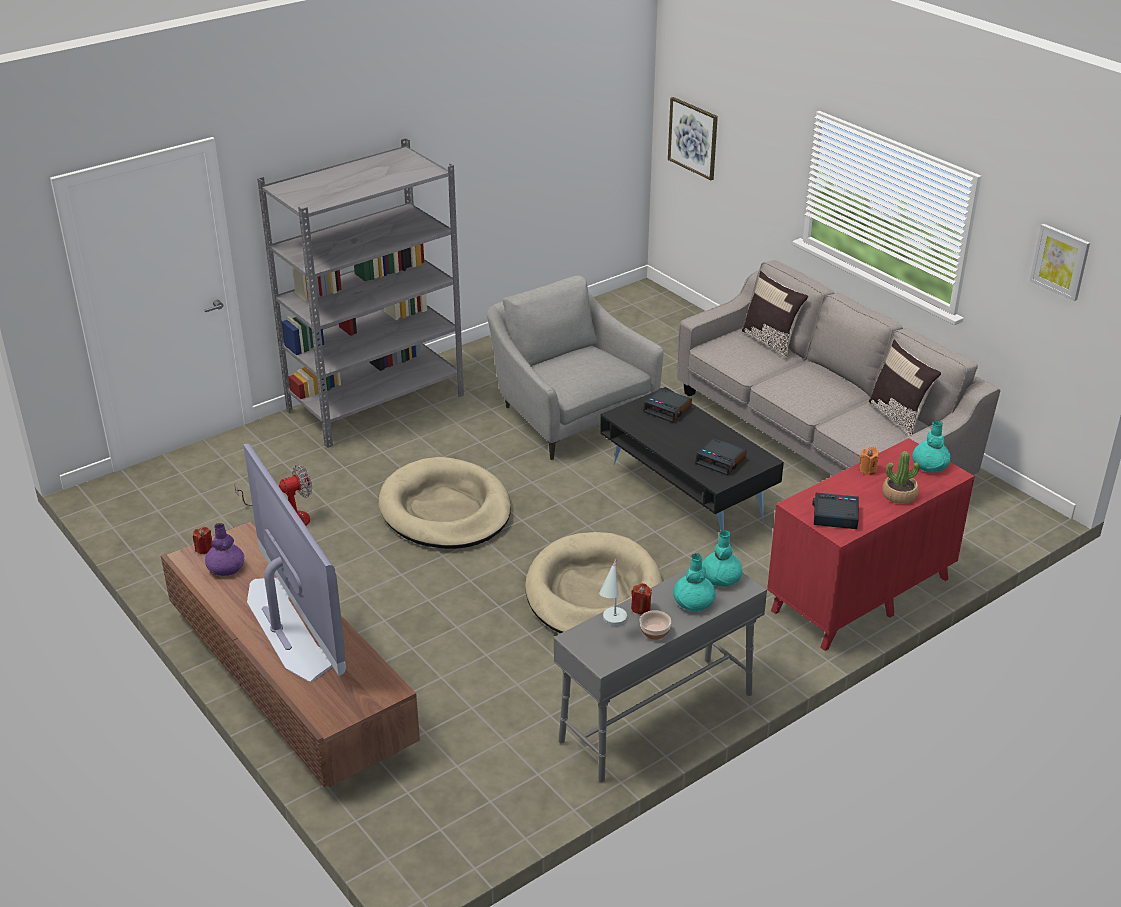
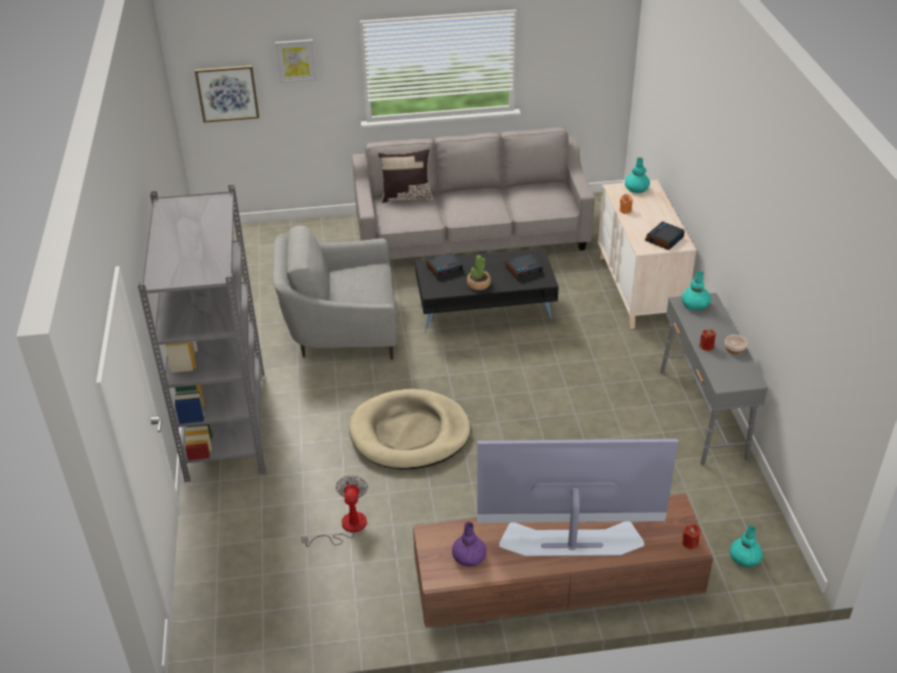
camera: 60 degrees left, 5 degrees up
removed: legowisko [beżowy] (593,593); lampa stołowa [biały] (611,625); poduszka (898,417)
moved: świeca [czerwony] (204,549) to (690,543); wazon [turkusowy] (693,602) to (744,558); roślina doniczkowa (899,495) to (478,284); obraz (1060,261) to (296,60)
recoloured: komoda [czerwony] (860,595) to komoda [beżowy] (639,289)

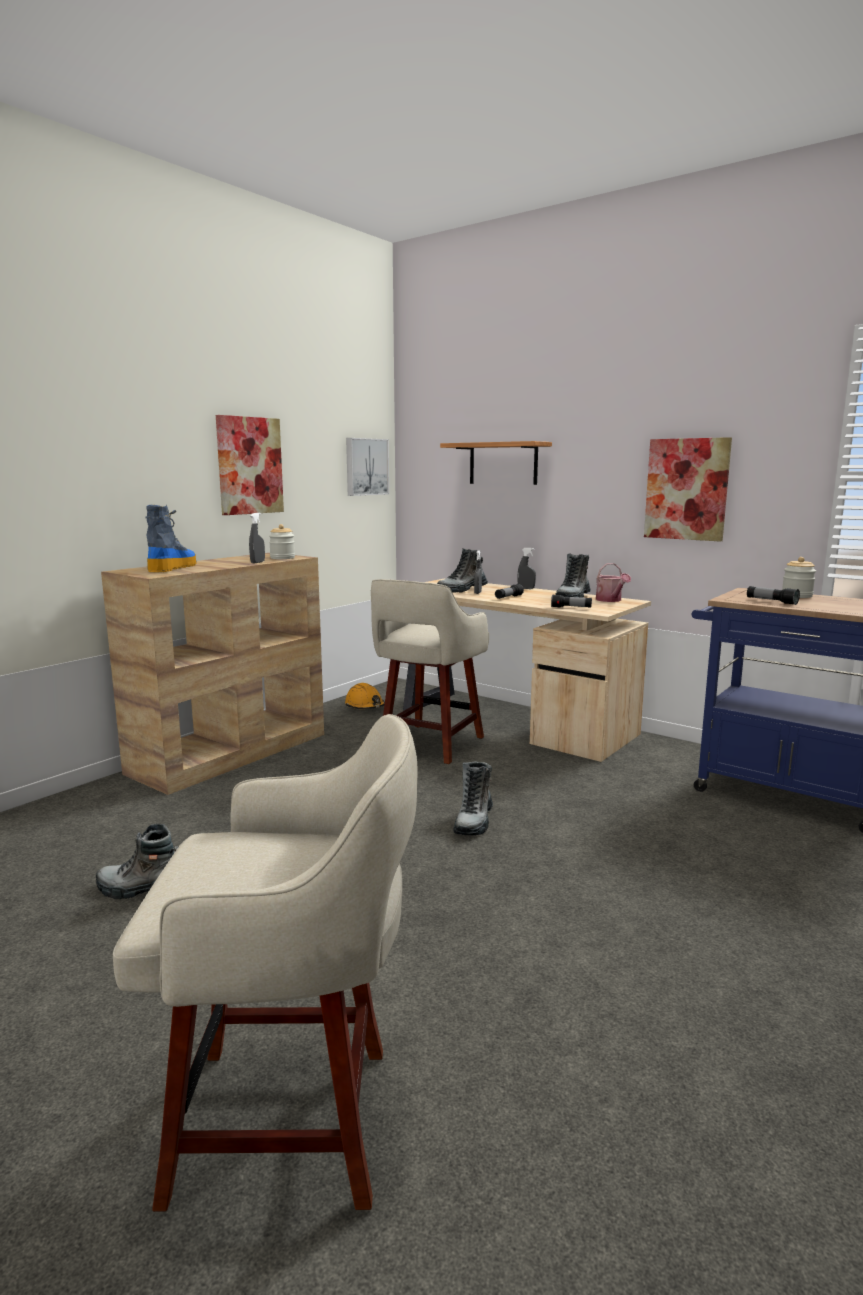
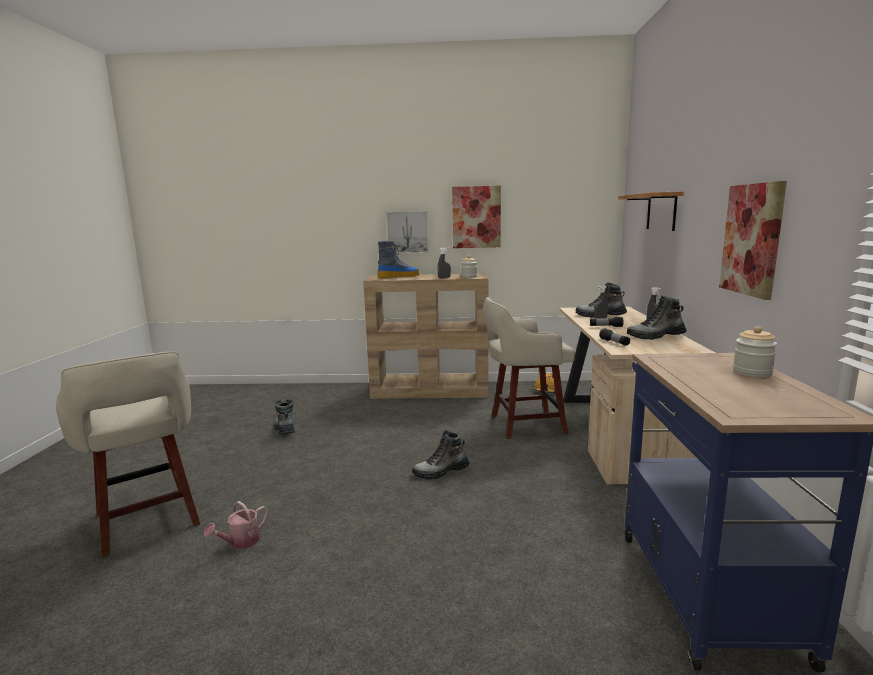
camera: 55 degrees right, 0 degrees up
removed: latarka (771,601)
moved: obraz (365,467) to (407,232); konewka (610,600) to (240,542)

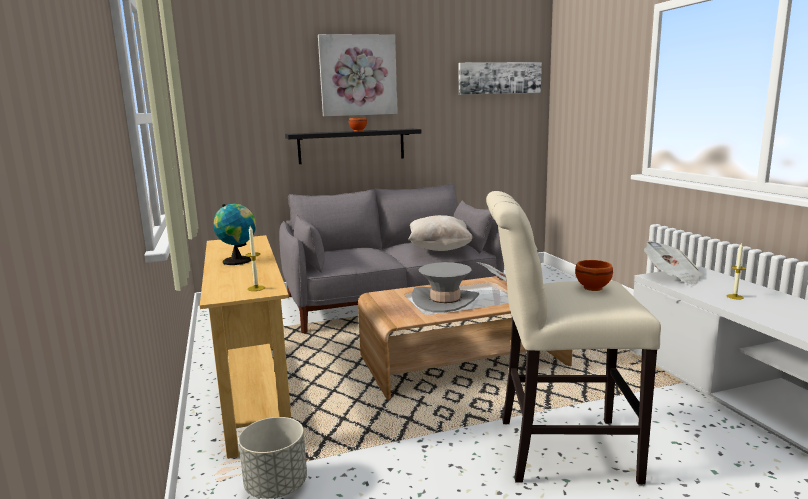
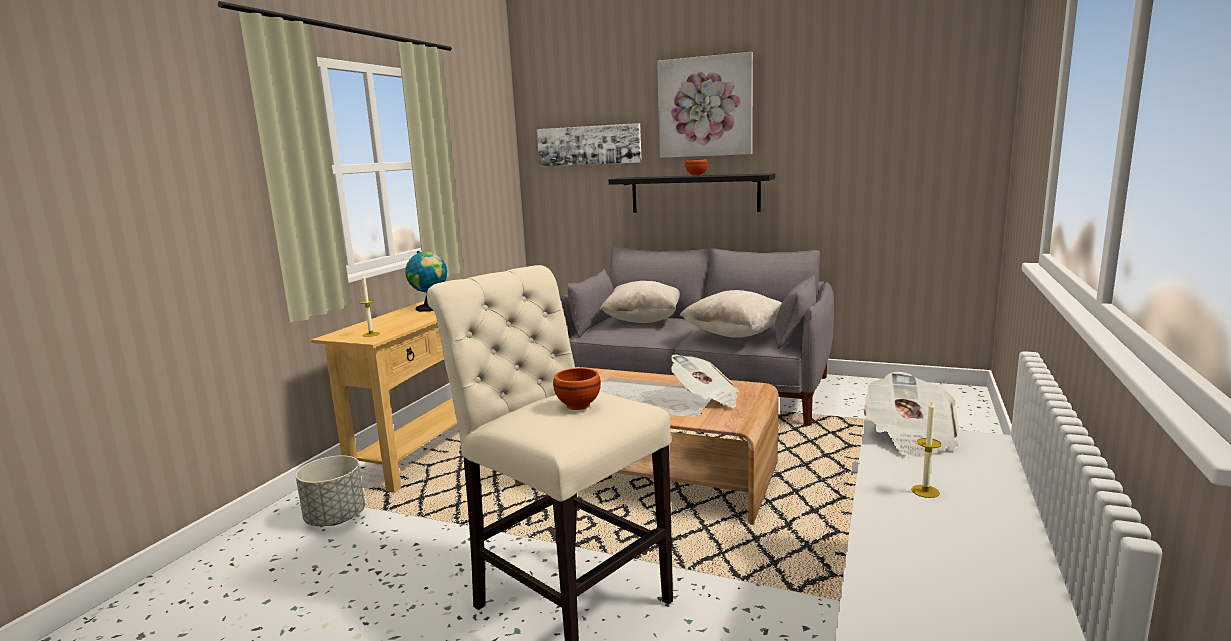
camera: 40 degrees right, 0 degrees up
removed: kapelusz [szary] (445,301)
added: poduszka [beżowy] (643,320)
moved: obraz (499,78) to (589,145)

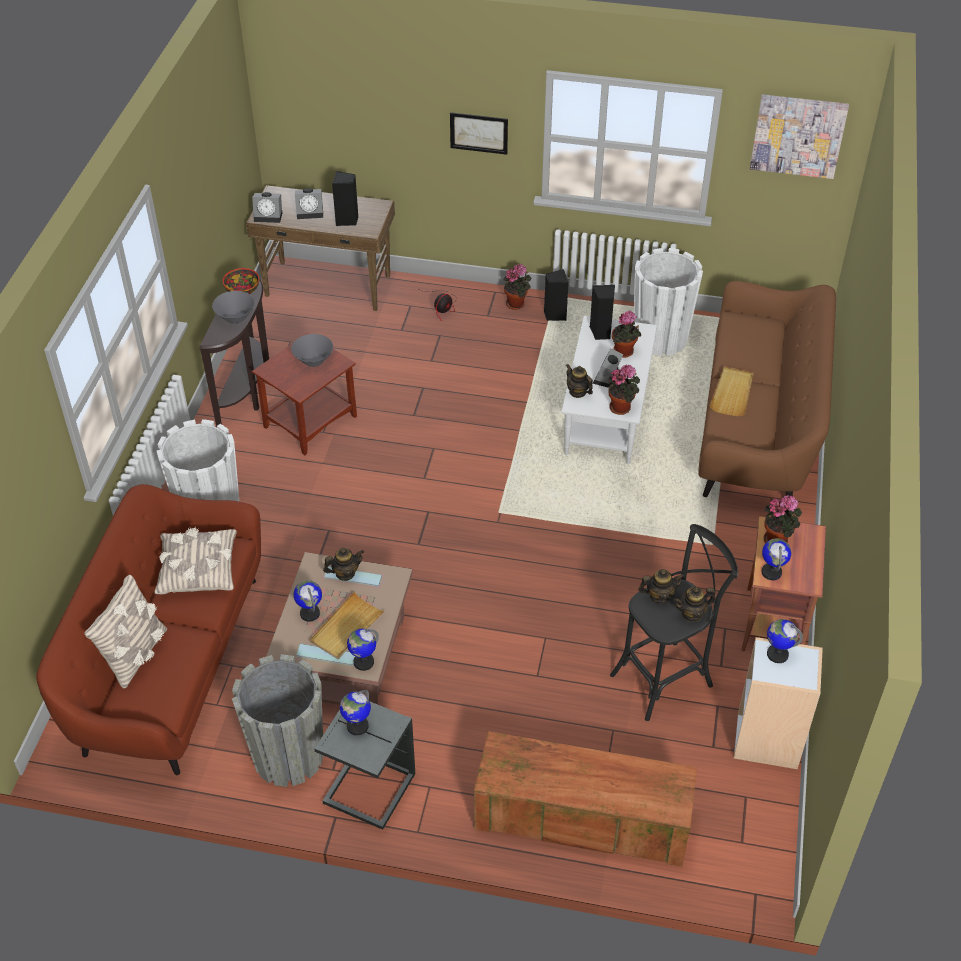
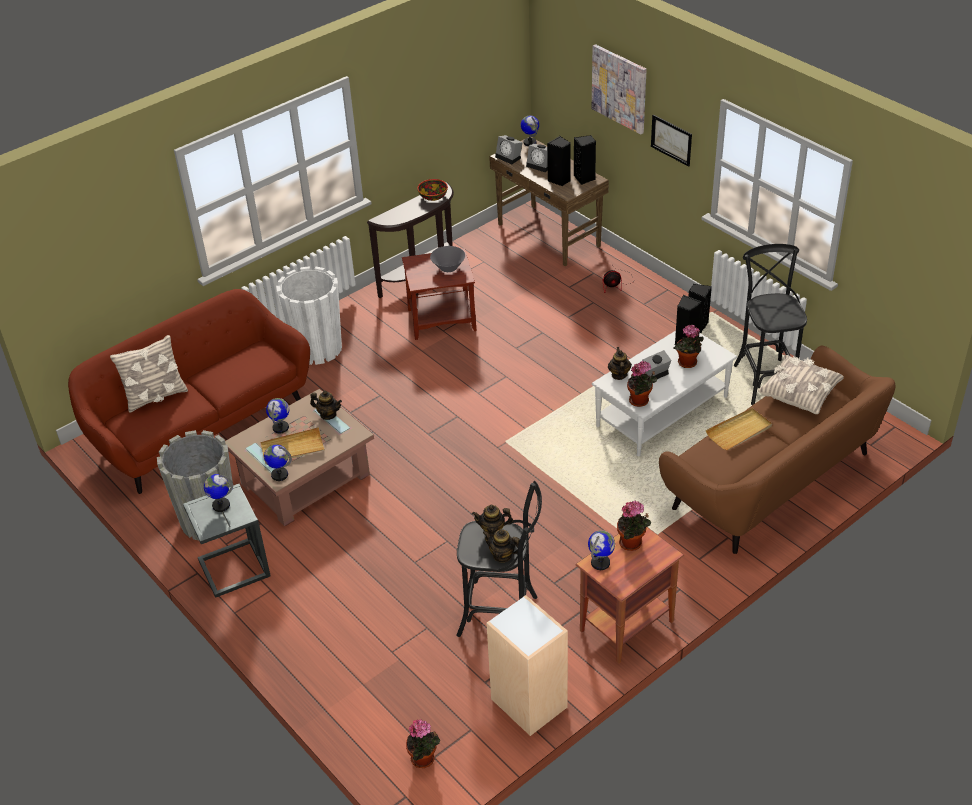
camera: 40 degrees right, 5 degrees down
removed: miska [szary] (235,317); ławka [brązowy] (580,819)
added: głośnik [czarny] (585,178)
moved: poduszka [beżowy] (198,572) to (799,394); roślina doniczkowa (517,304) to (425,759); obraz (798,135) to (619,88); globus (777,654) to (530,142)
replaced: donica [biały] (660,338) to stołek [czarny] (765,379)
turned: imbryk (659,596) = (493,531) 150 degrees clockwise

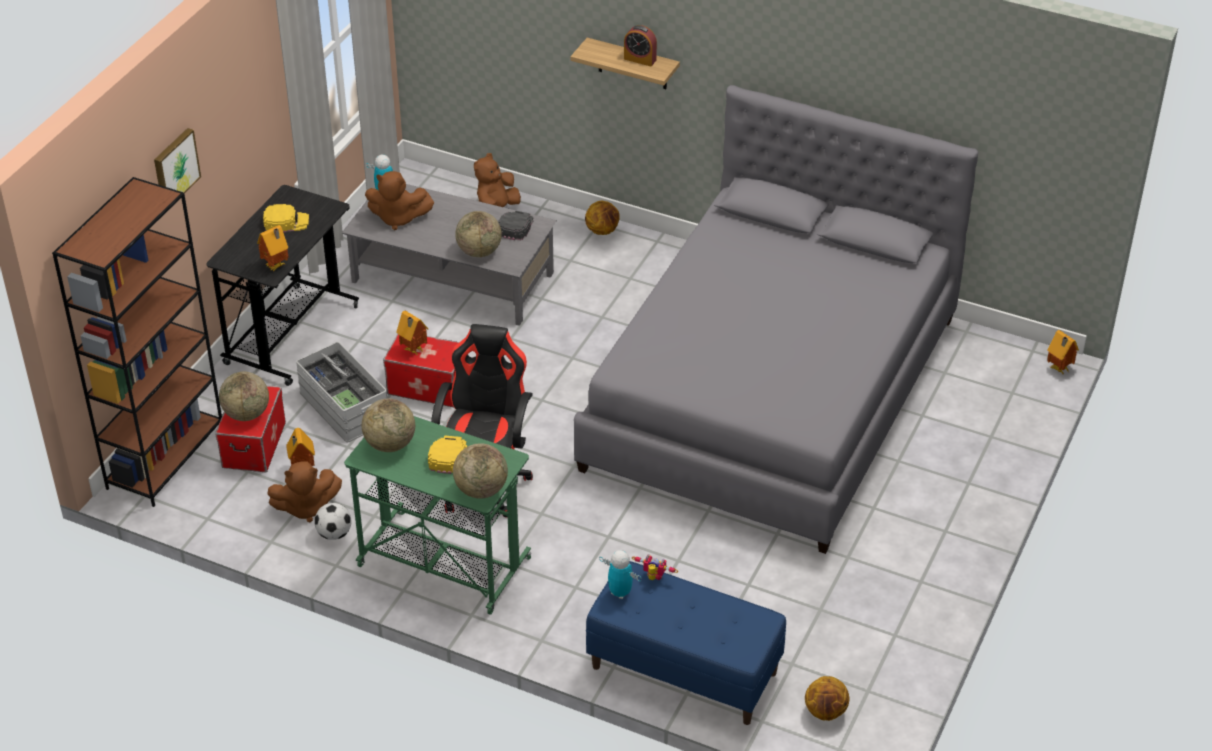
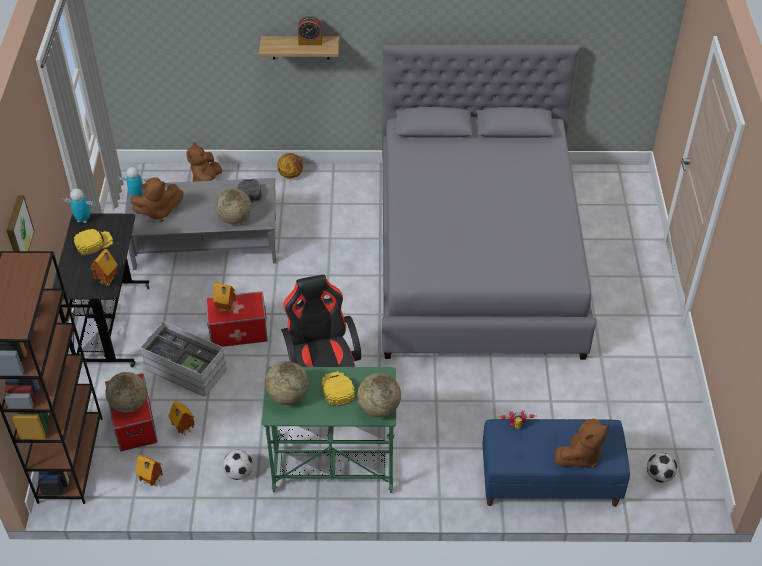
camera: 25 degrees left, 5 degrees up
moved: pluszak [brązowy] (306,507) to (580,455); robot zabawkowy (620,592) to (83,219); domek (1058,369) to (151,482)
replaced: piłka do koszykówki (826,712) to piłka futbolowa (659,475)

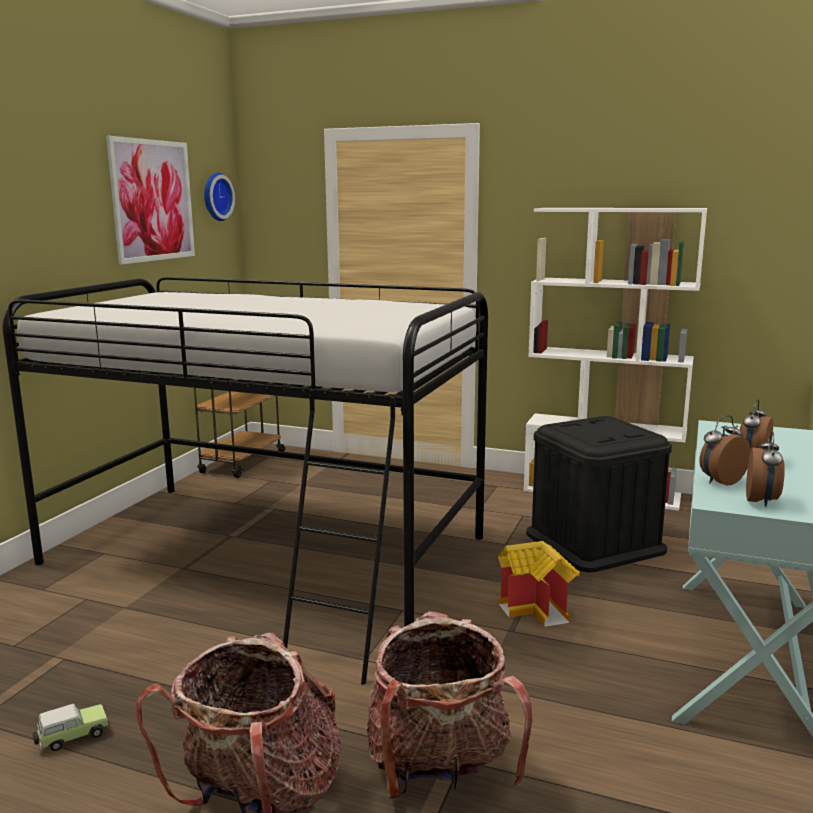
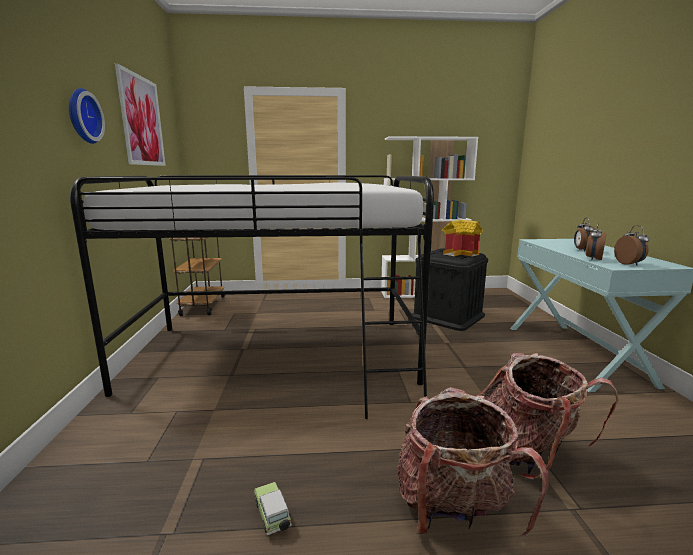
camera: 25 degrees left, 0 degrees up
moved: zegar ścienny (215,197) to (82,116); domek (538,609) to (461,253)
turned: samochodzik (71,737) = (272,516) 60 degrees counterclockwise

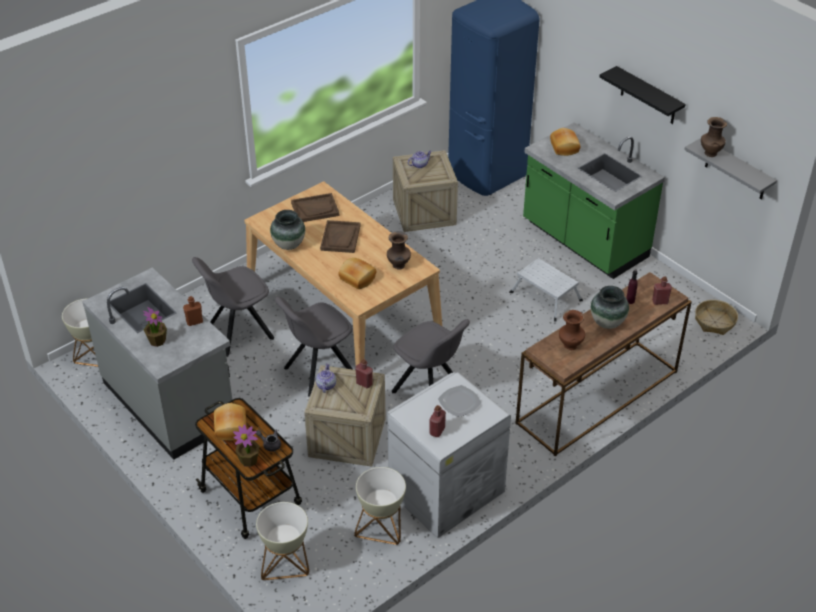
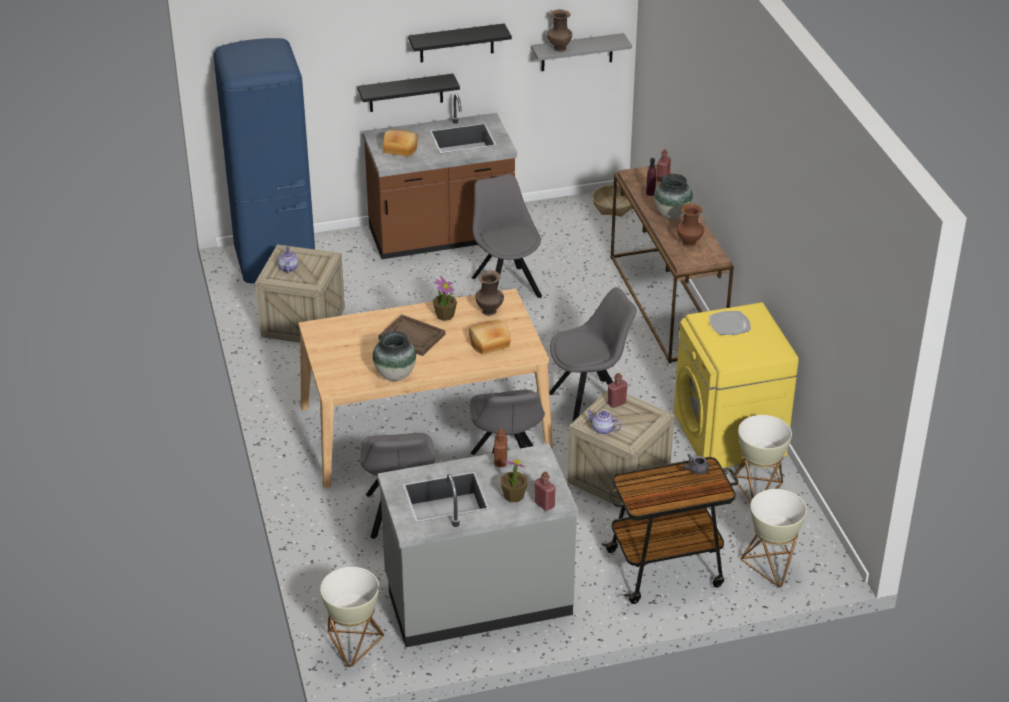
camera: 65 degrees left, 5 degrees down
removed: chleb (230,428); taca [brązowy] (315,209)
added: półka [czarny] (406,93)
moved: roślina doniczkowa (249,460) to (445,315); butelka [czerwony] (437,431) to (544,504)
replaced: drabinka [biały] (546,296) to krzesło [szary] (505,287)
recoloured: pralka [biały] (443,489) to pralka [żółty] (727,434); zabudowa kuchenna [zielony] (584,241) to zabudowa kuchenna [brązowy] (441,237)

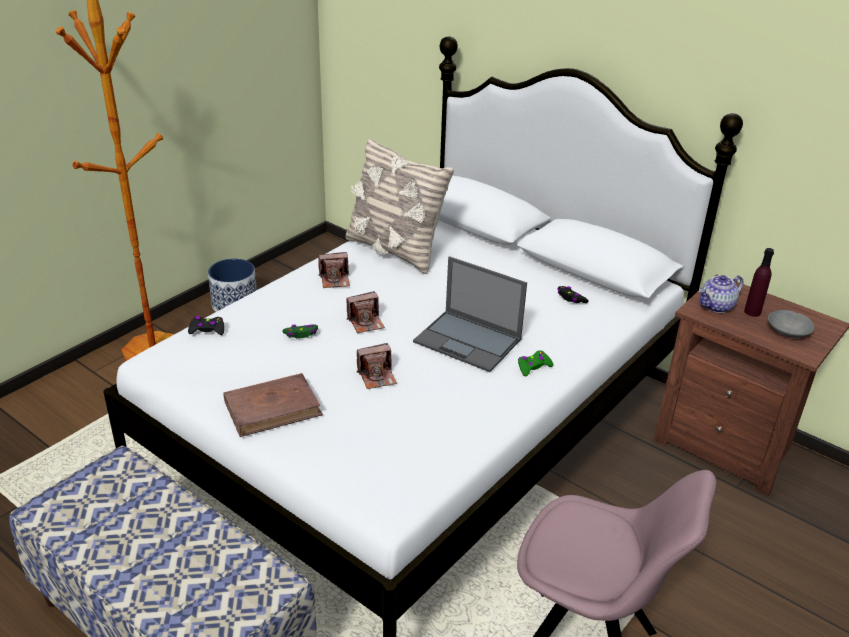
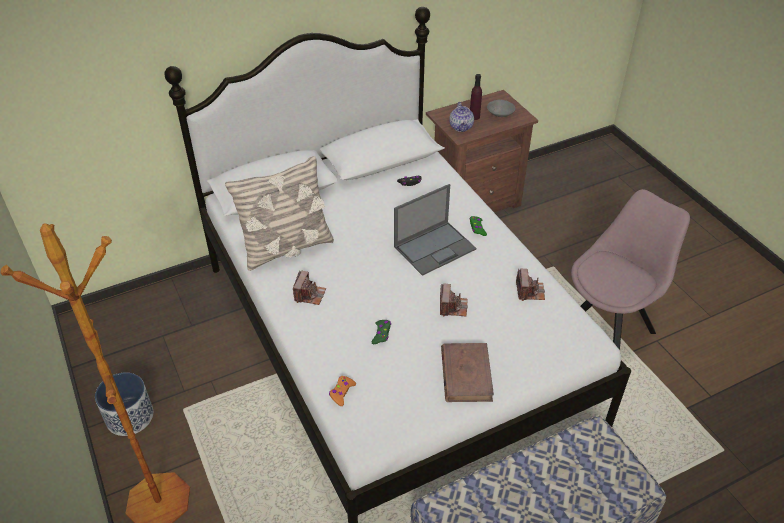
camera: 65 degrees left, 10 degrees up
moved: aparat fotograficzny (366,322) to (530,291)
recoloured: pad do gier [czarny] (207,330) to pad do gier [pomarańczowy] (342,392)

